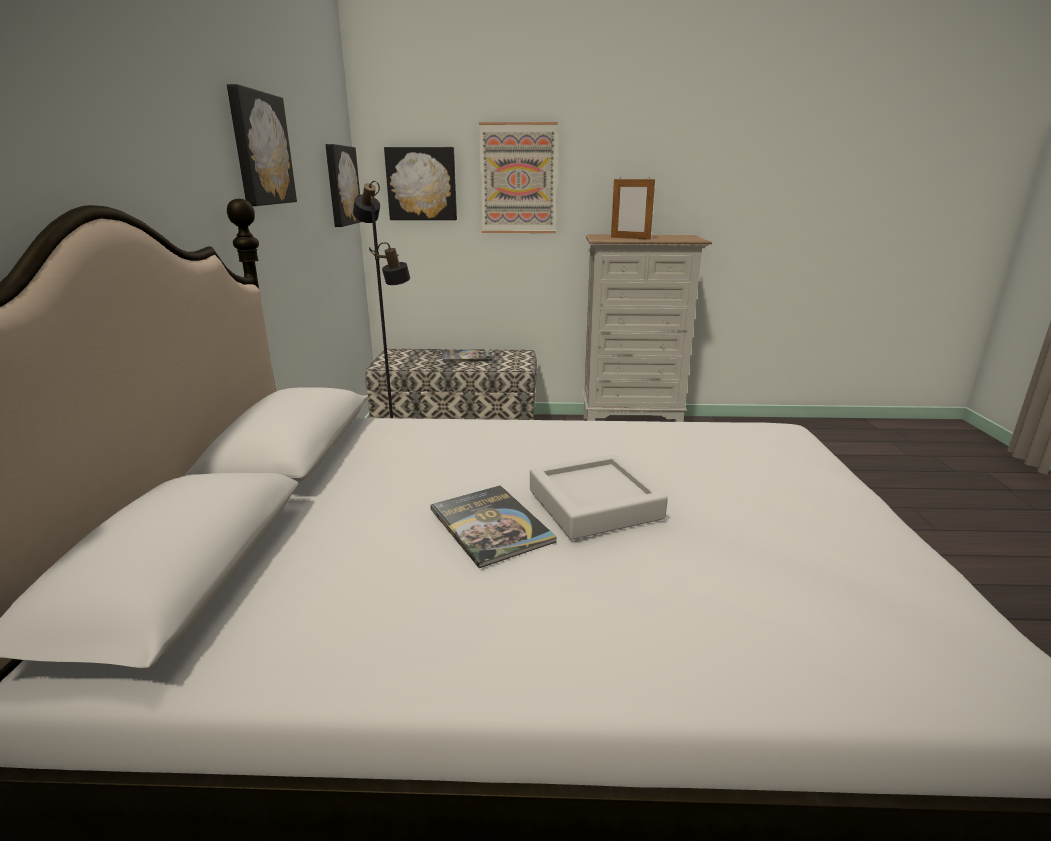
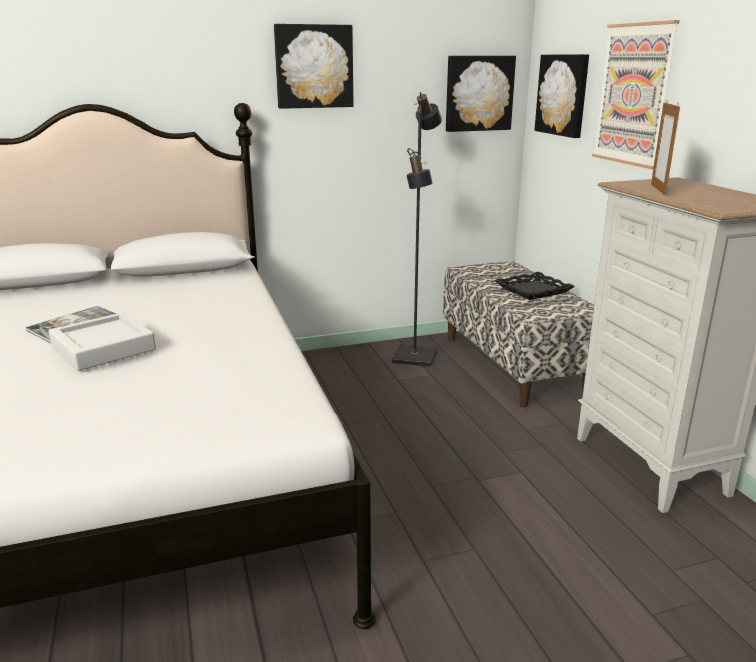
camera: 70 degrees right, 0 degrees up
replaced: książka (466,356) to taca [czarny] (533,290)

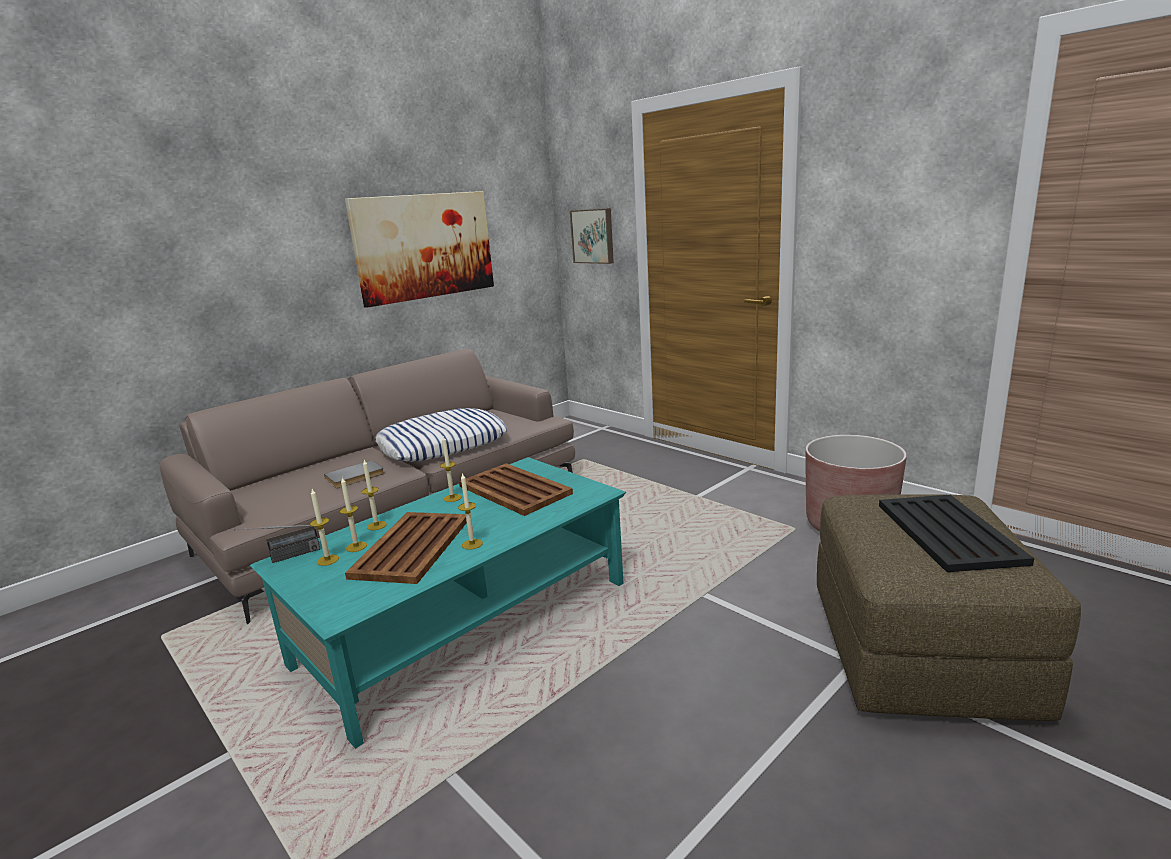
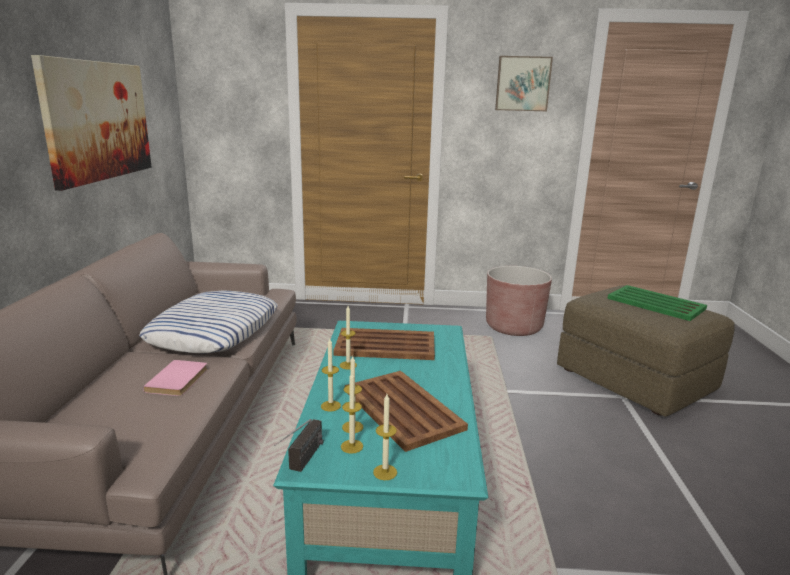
camera: 45 degrees left, 0 degrees up
moved: świeca (472,544) to (385,472); obraz (593,236) to (522,84)
recoloured: książka [szary] (355,477) to książka [różowy] (179,380); taca [czarny] (948,532) to taca [zielony] (655,303)

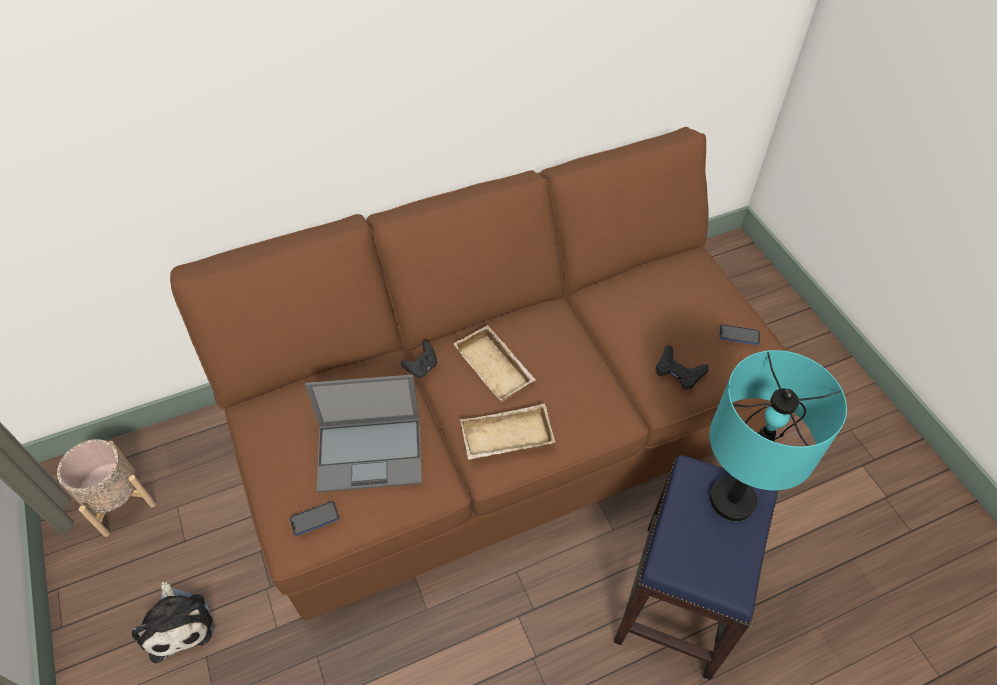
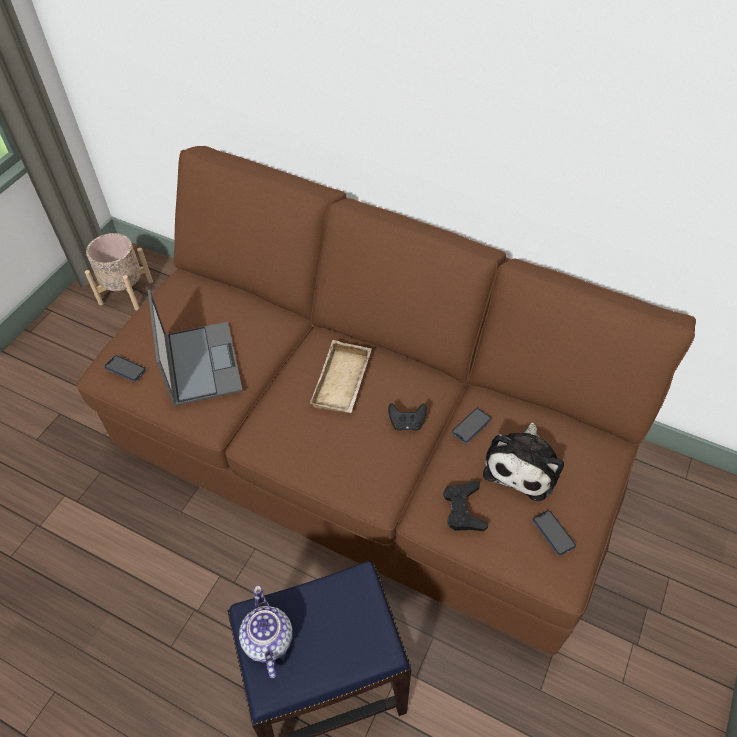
camera: 50 degrees right, 0 degrees up
removed: taca [beżowy] (506,439); lampa stołowa [turkusowy] (732,501)
added: imbryk (267,640); telefon (471,426)
moved: pluszak (178,623) to (523,465); pad do gier [czarny] (422,367) to (406,423)
turned: laptop (371,453) = (201,362) 150 degrees counterclockwise

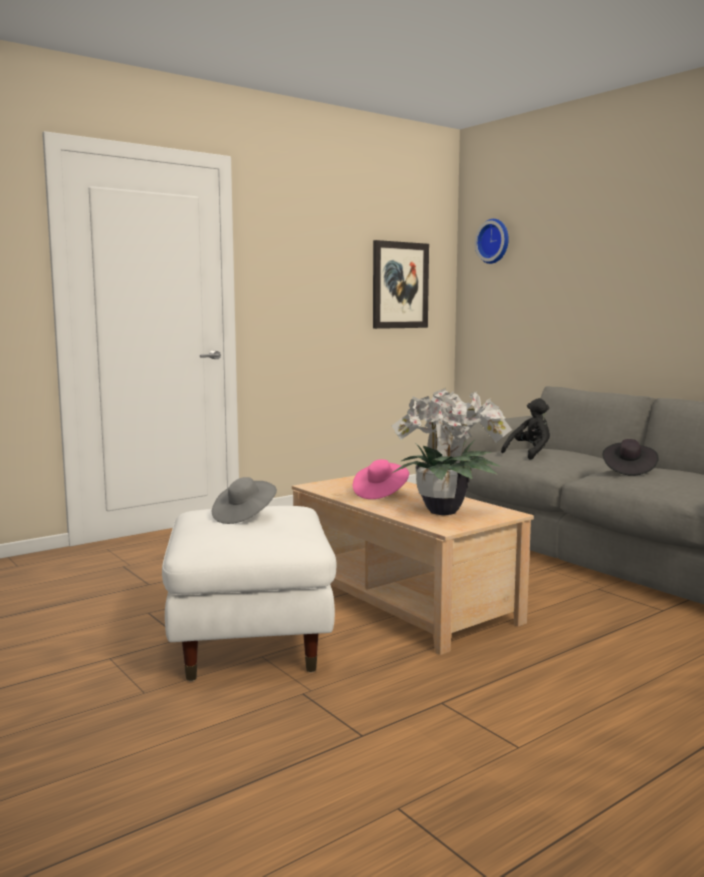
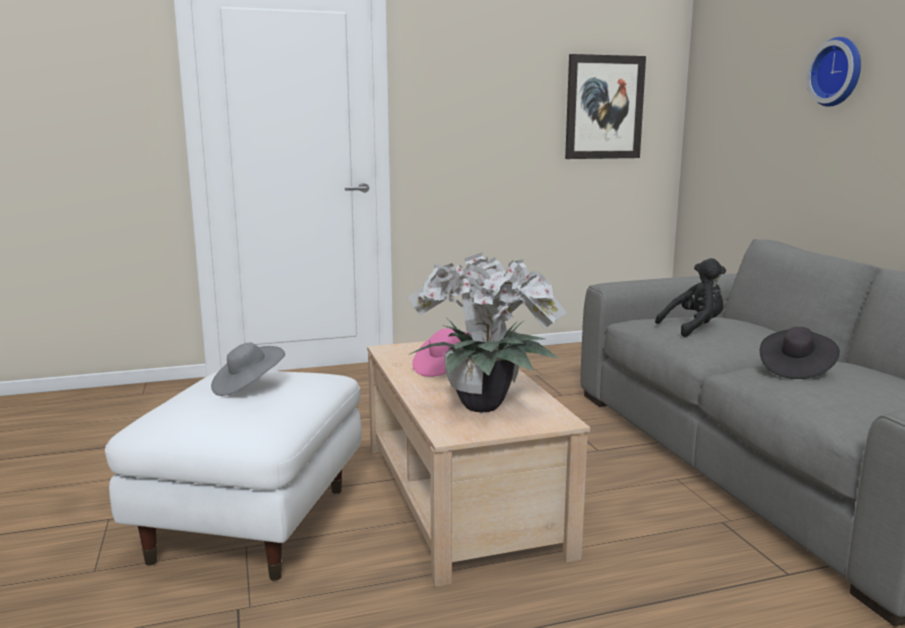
camera: 20 degrees right, 5 degrees up
moved: zegar ścienny (494,241) to (838,72)

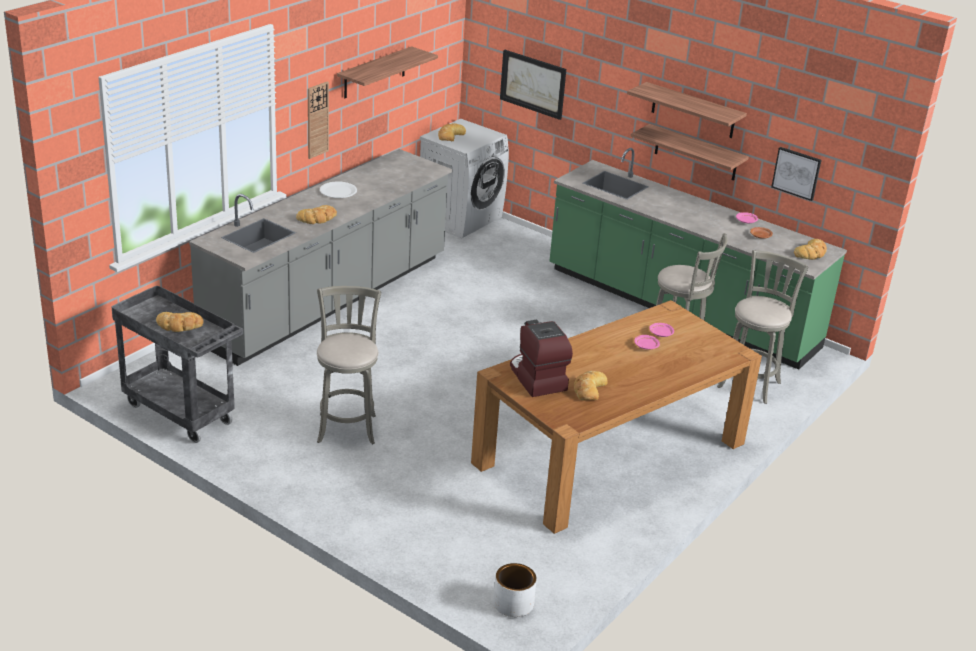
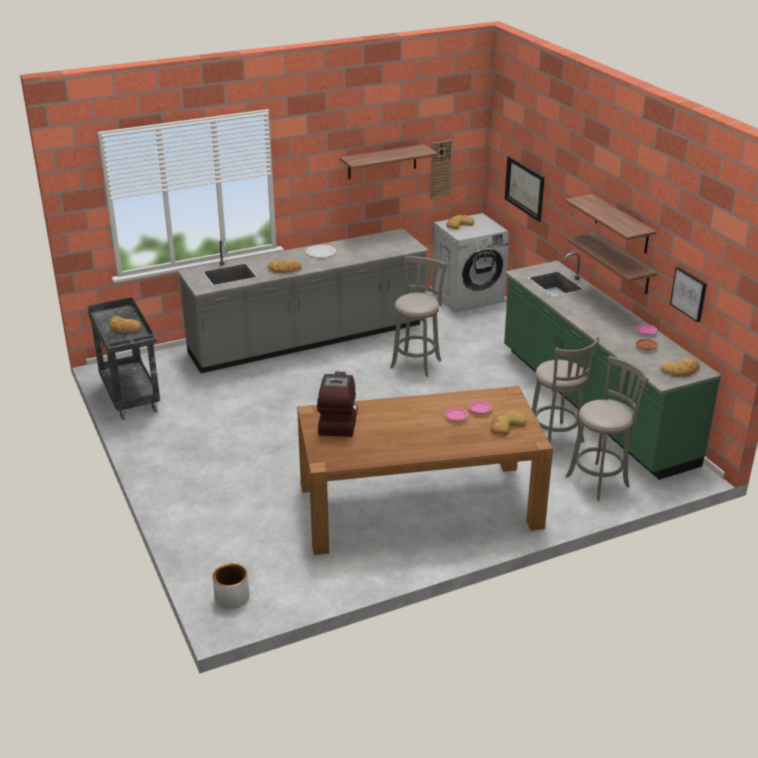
camera: 30 degrees right, 0 degrees up
moved: zegar ścienny (317,120) to (440,169); stołek [szary] (347,426) to (417,362); chleb (588,389) to (506,426)

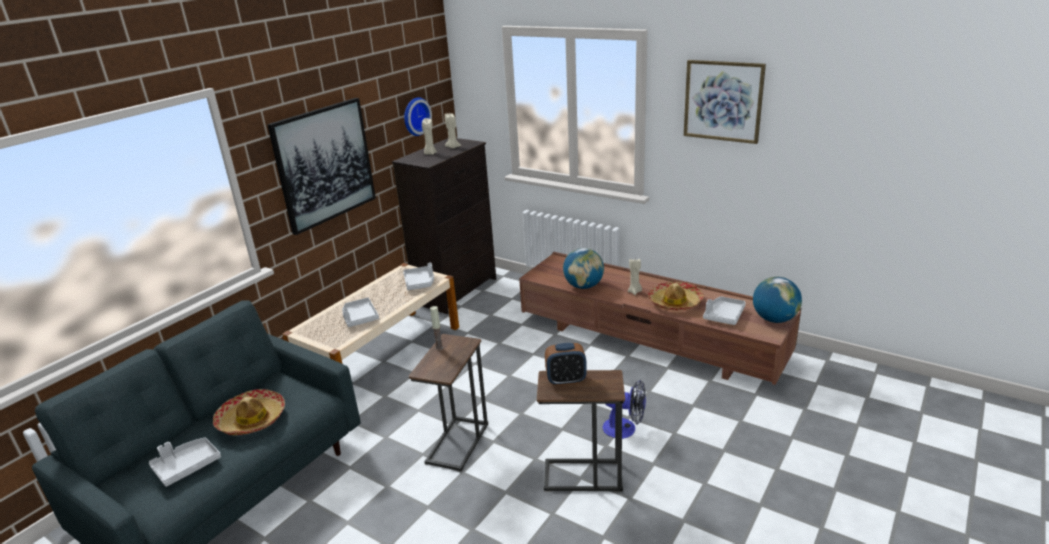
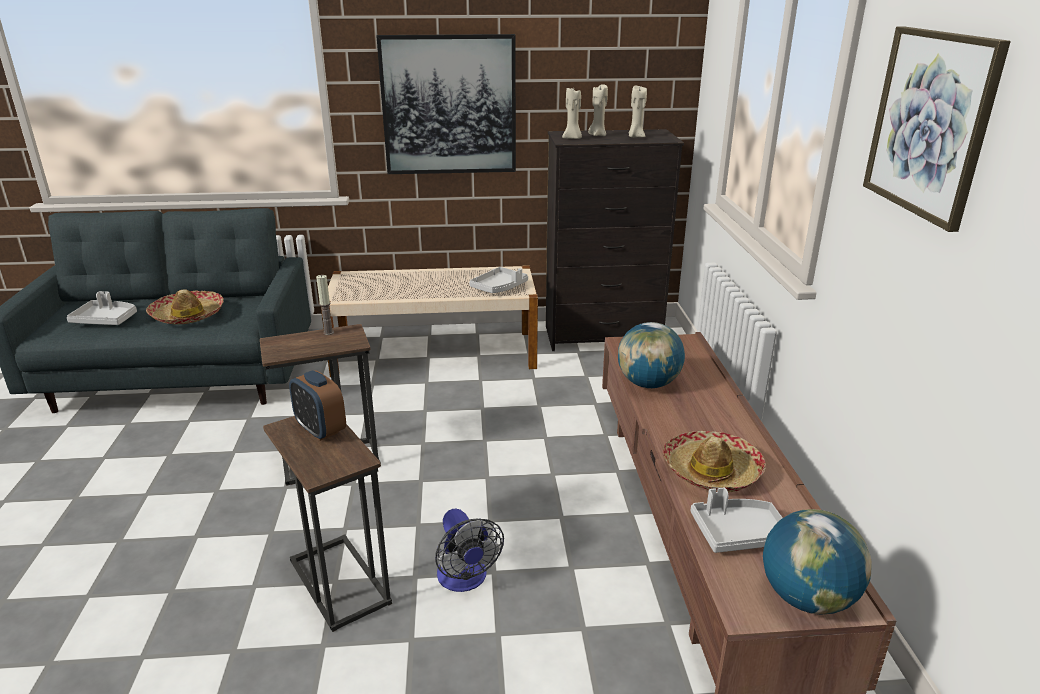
camera: 50 degrees right, 0 degrees up
removed: taca [szary] (360,317); zegar ścienny (415,116)
moved: świeca [beżowy] (635,292) to (572,138)

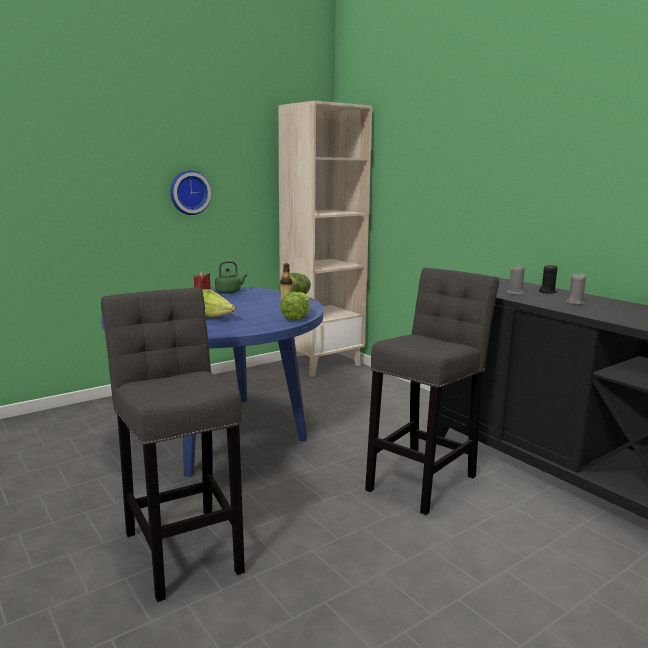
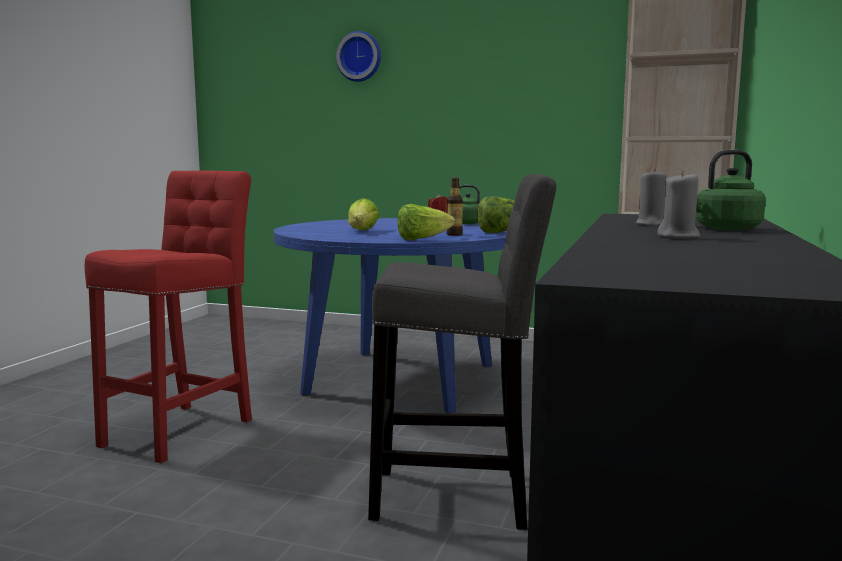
camera: 55 degrees right, 5 degrees down
moved: zegar ścienny (189,192) to (360,57)
replaced: świeca [czarny] (547,292) to czajnik [zielony] (724,229)
recoloured: stołek [szary] (182,546) to stołek [czerwony] (183,429)

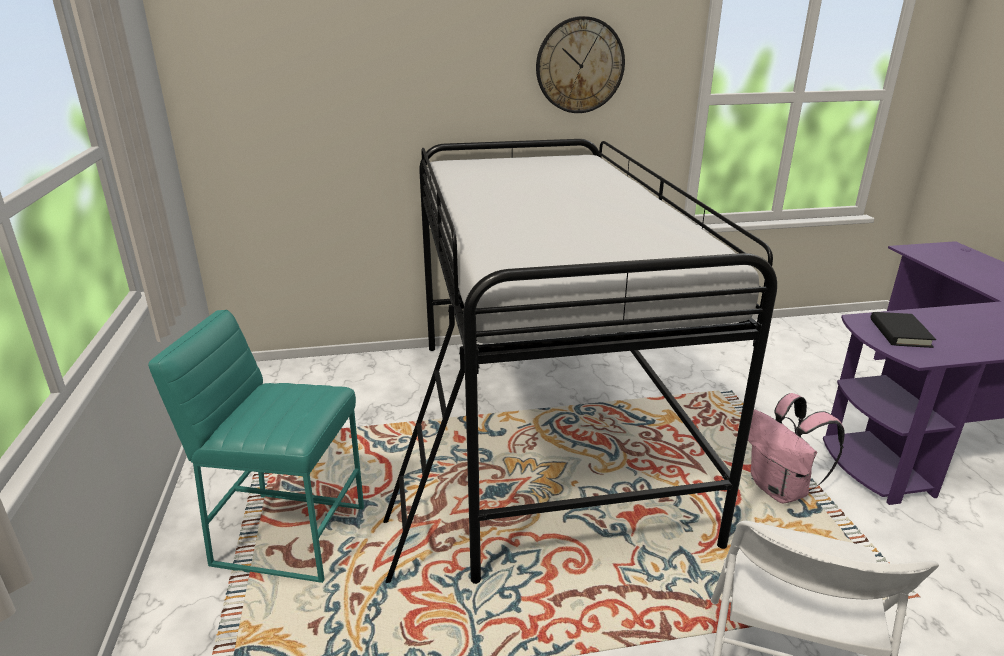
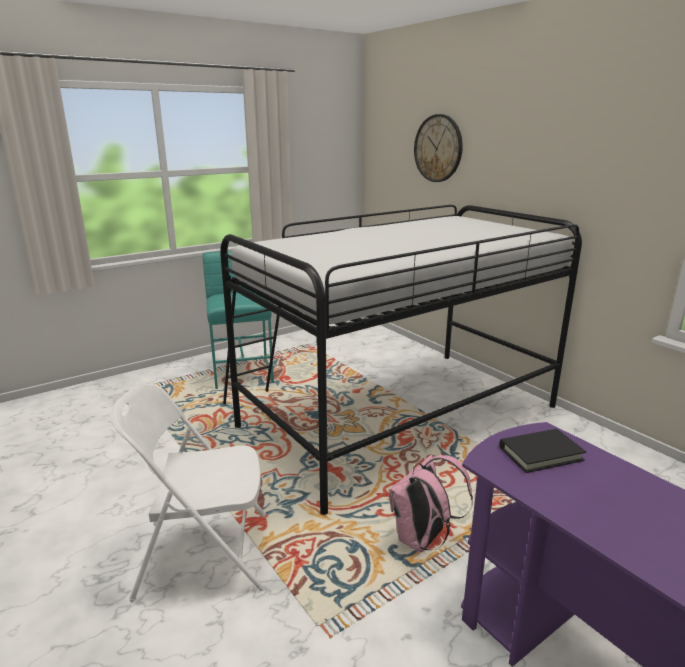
camera: 65 degrees right, 5 degrees down
moved: zegar ścienny (580,65) to (438,148)

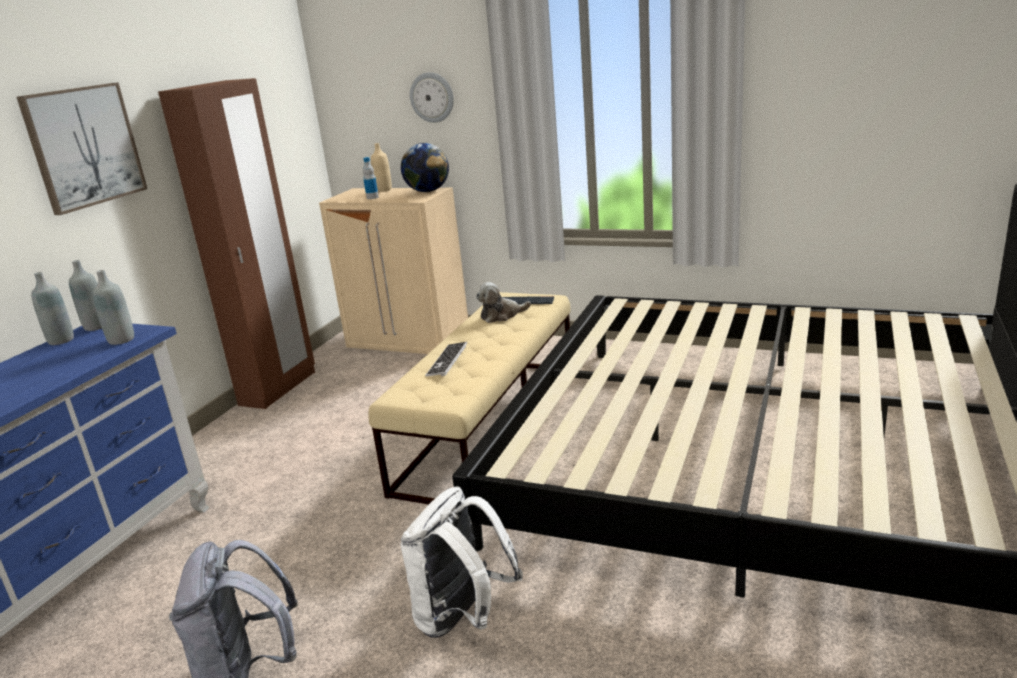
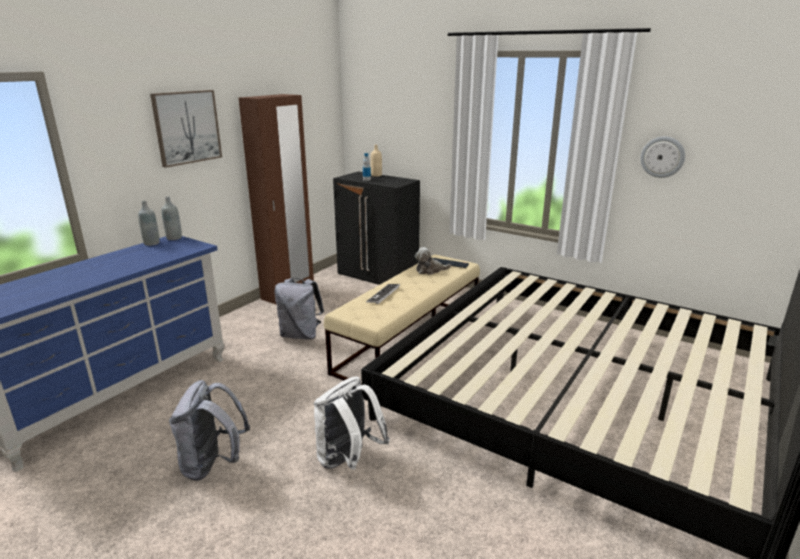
camera: 10 degrees right, 0 degrees up
removed: butelka [szary] (121,340); globus (428,191)
added: plecak [szary] (301,335)
moved: zegar ścienny (432,97) to (662,157)
recoloured: szafka [beżowy] (408,339) to szafka [czarny] (378,275)

